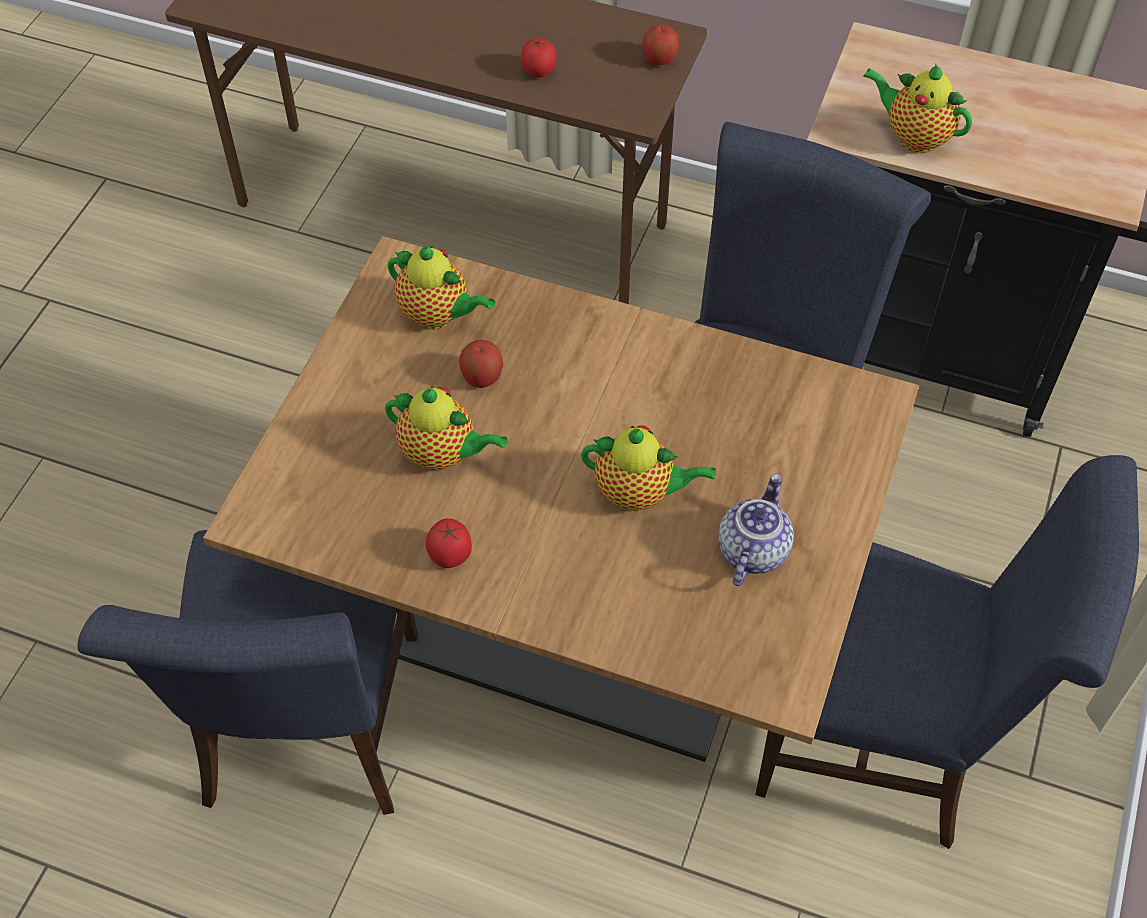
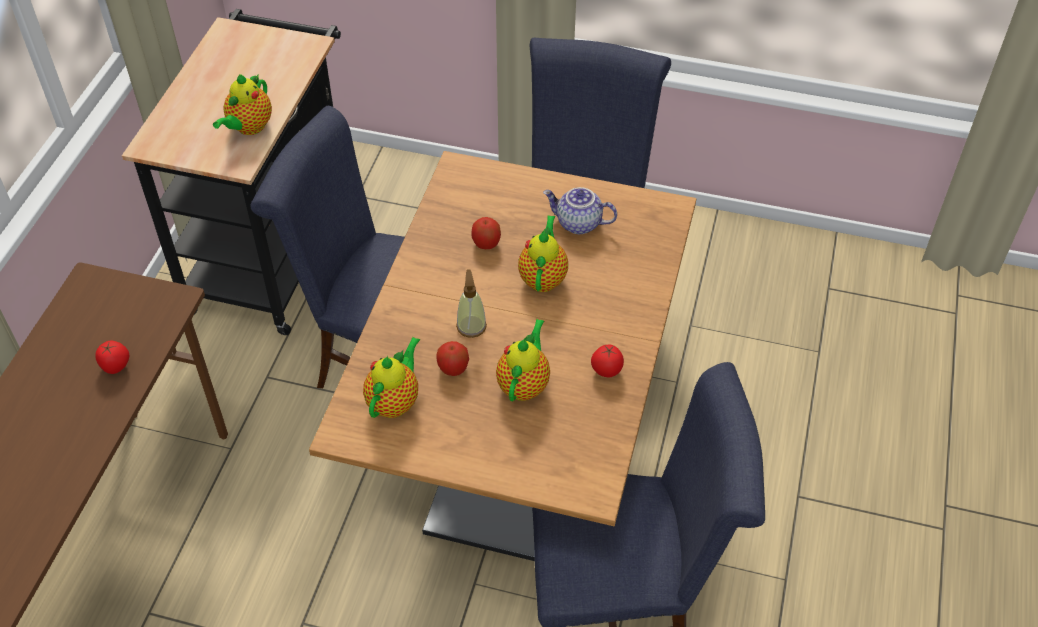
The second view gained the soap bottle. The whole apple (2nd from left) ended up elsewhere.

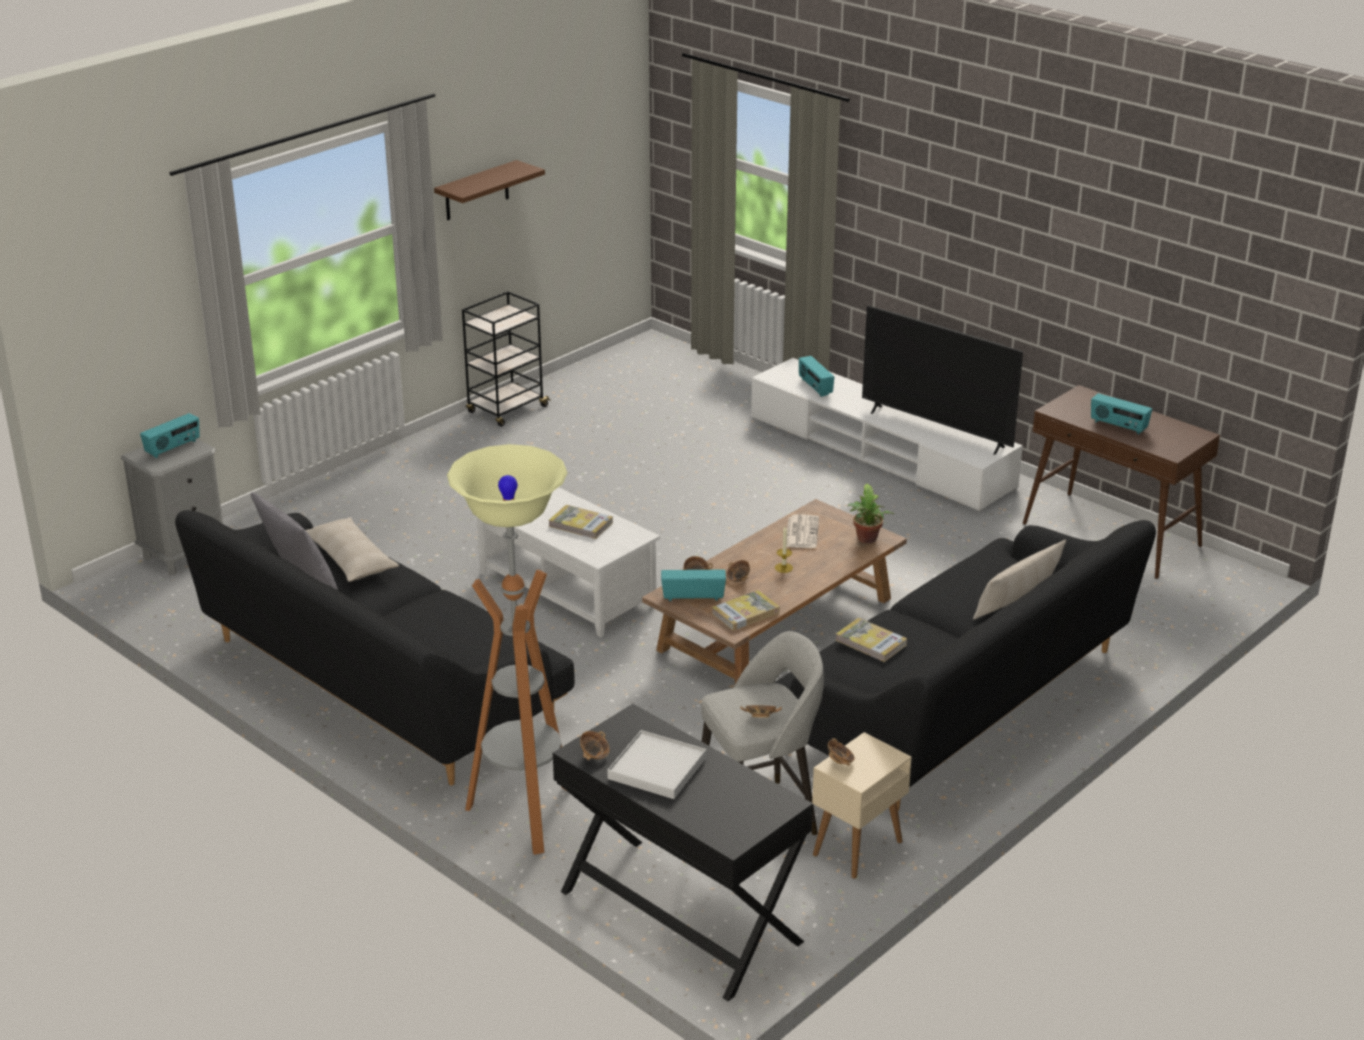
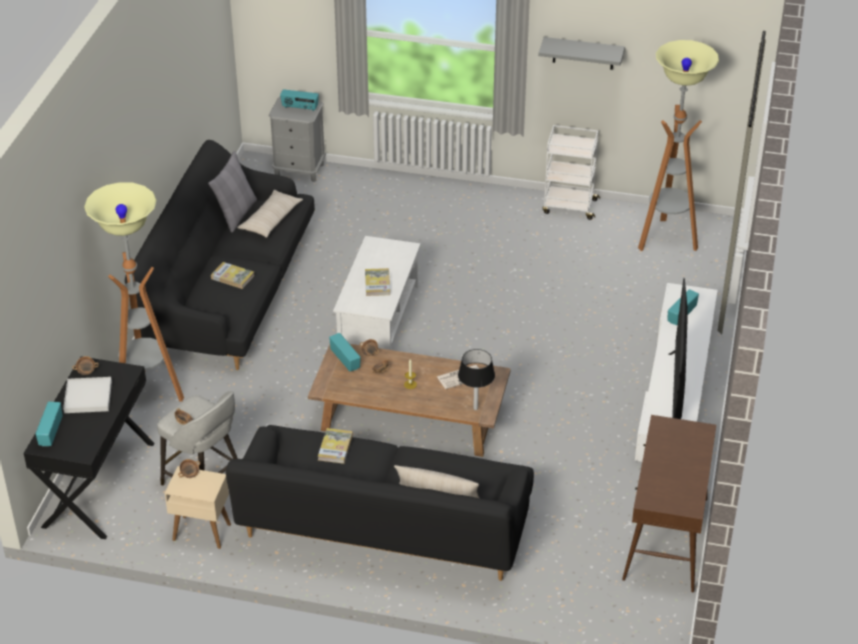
The radio set (4th from left in the first image) ended up elsewhere. The book (2nd from left in the first image) ended up elsewhere. Where the houseplant stood, the blackish table lamp came to stand. What was the brownish wall shelf turned into the gray wall shelf. What was the blackish trolley turned into the whitish trolley. The second view gained the standing lamp (2nd from left).

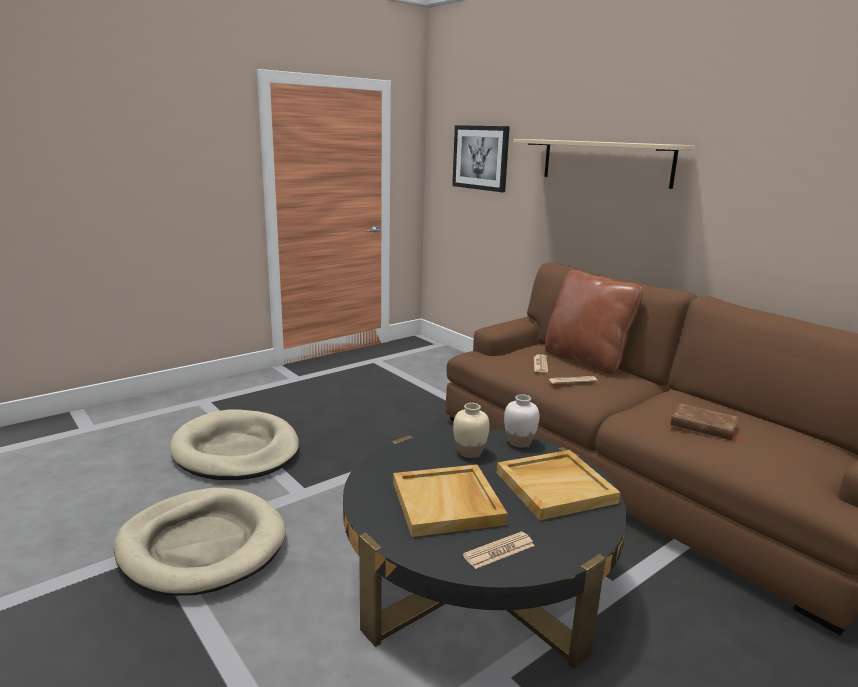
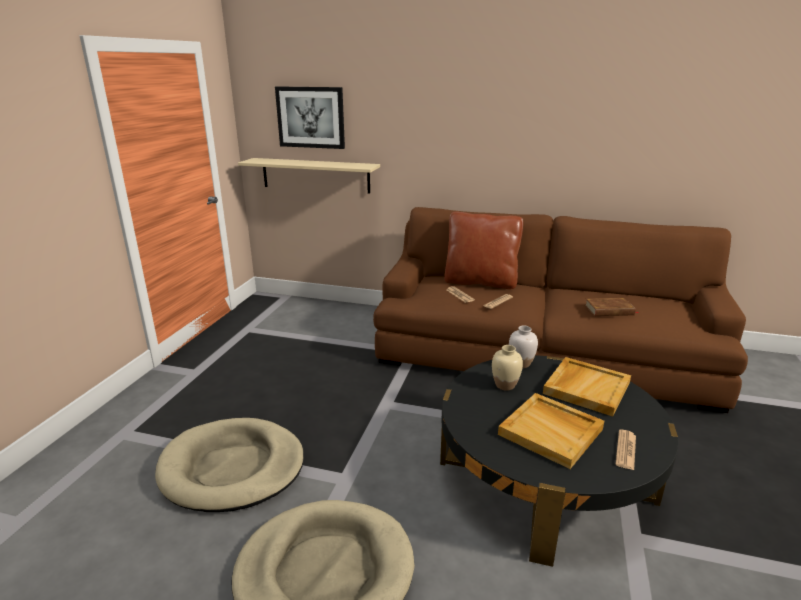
The sand-coloured wall shelf ended up elsewhere.

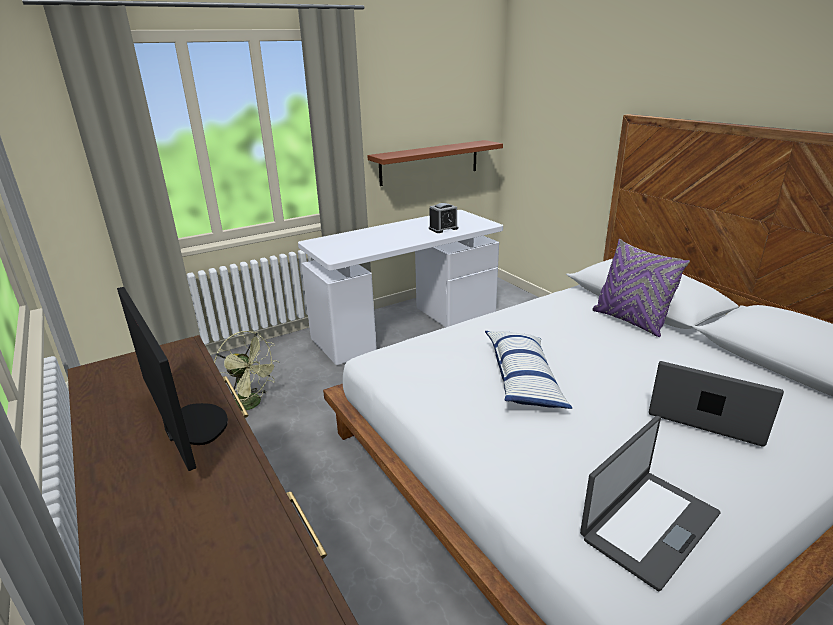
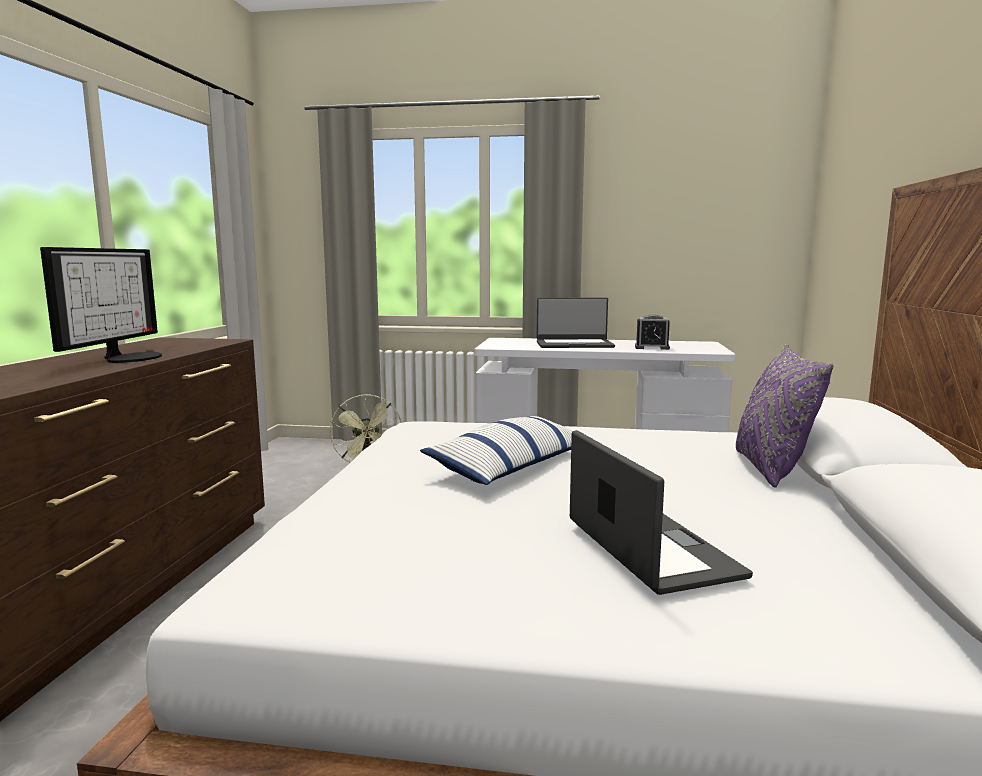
The notebook computer (1st from left) ended up elsewhere. The second view lost the brownish wall shelf.

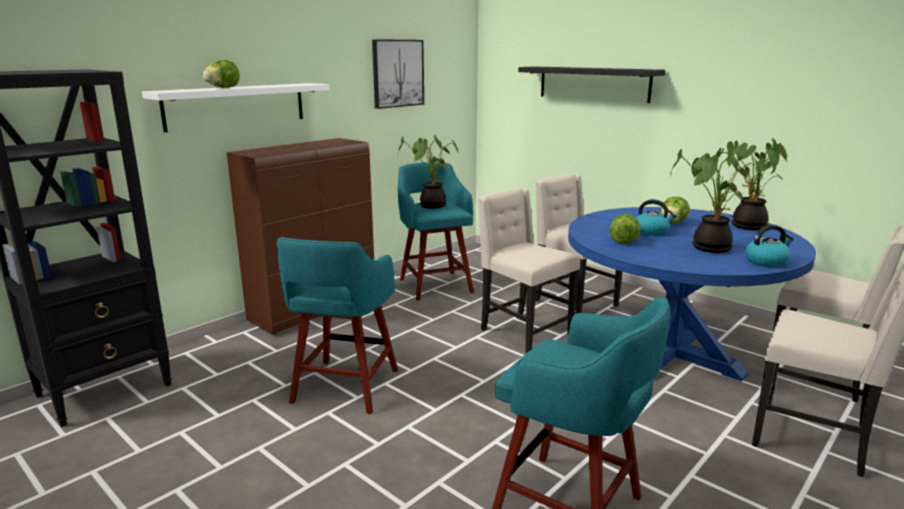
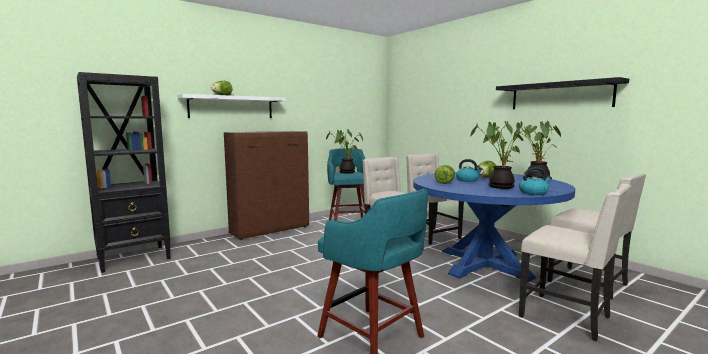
The blackish wall shelf ended up elsewhere. The second view lost the turquoise-coloured stool (1st from left). The second view lost the wall art.

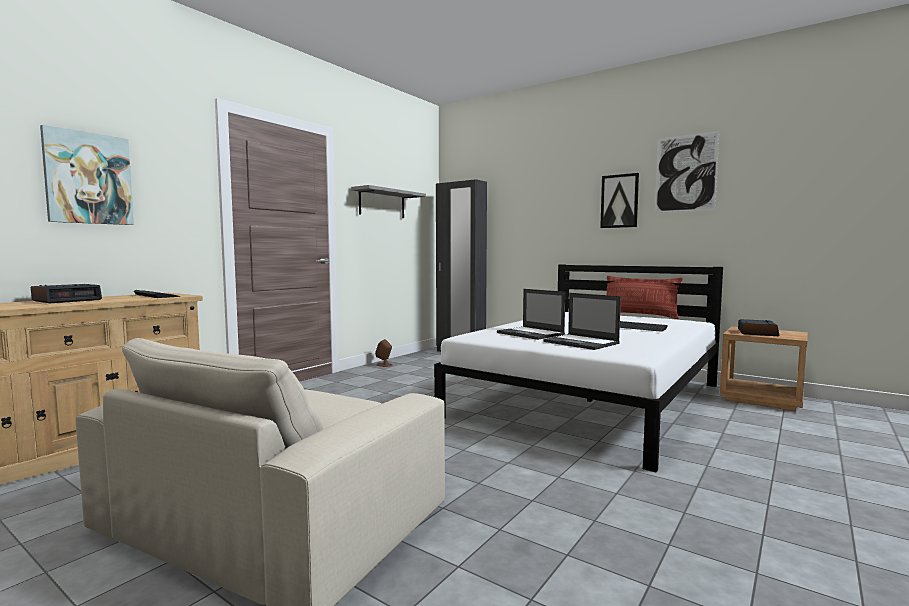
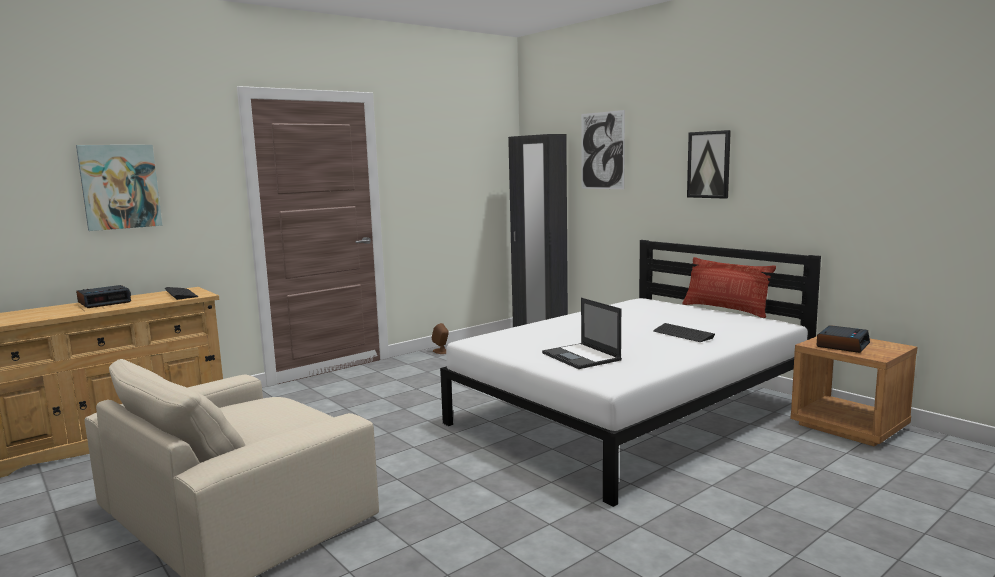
The wall art (3rd from left in the first image) ended up elsewhere. The second view lost the gray wall shelf. The second view lost the notebook computer (1st from left).

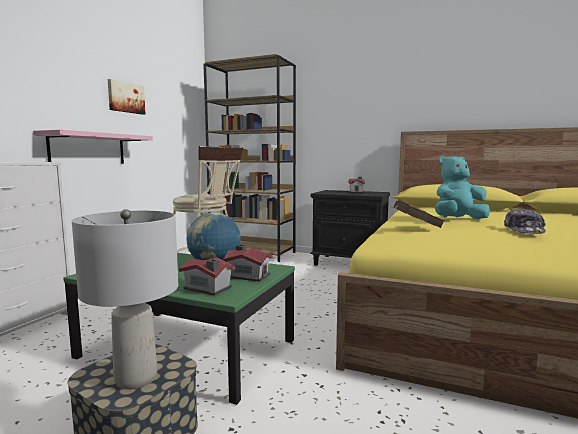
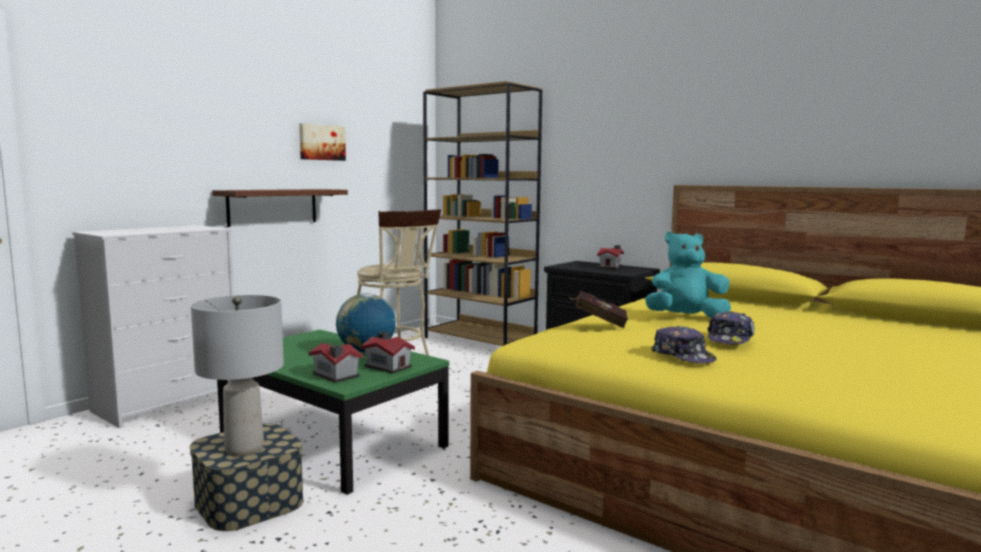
What was the pink-coloured wall shelf turned into the brownish wall shelf. The second view gained the peaked cap (1st from left).

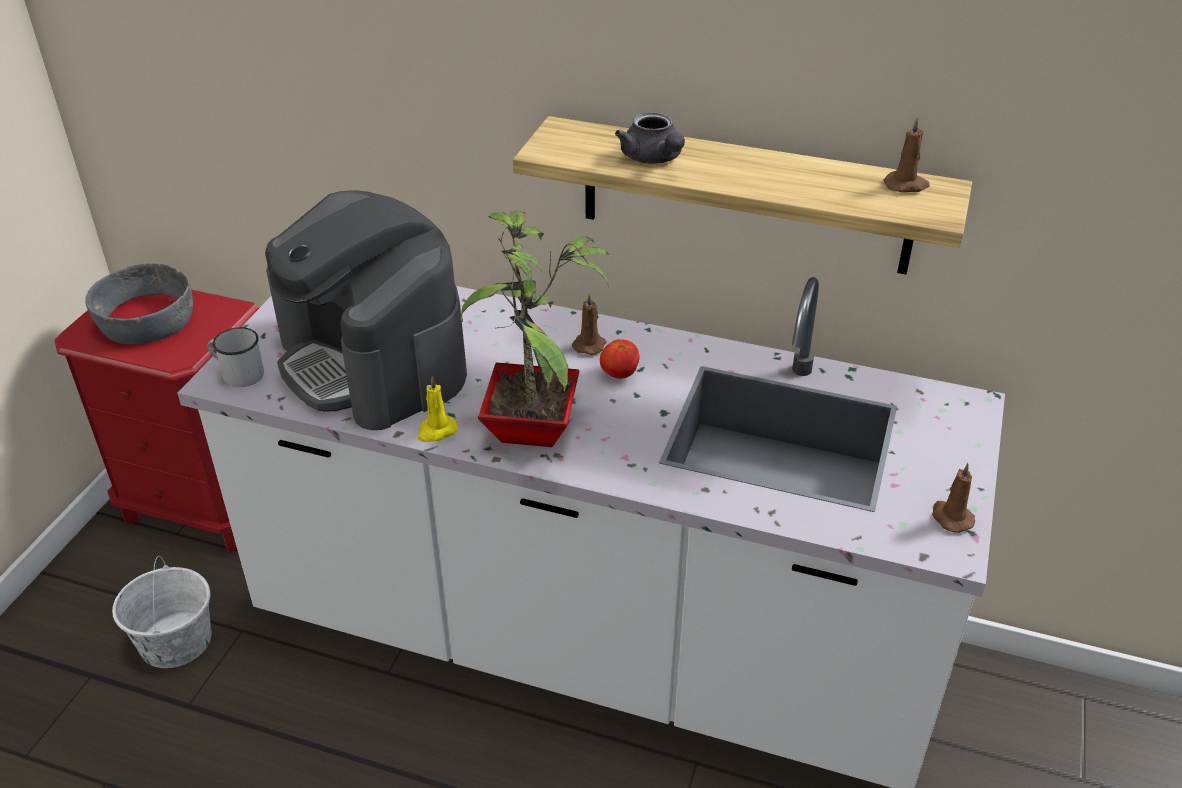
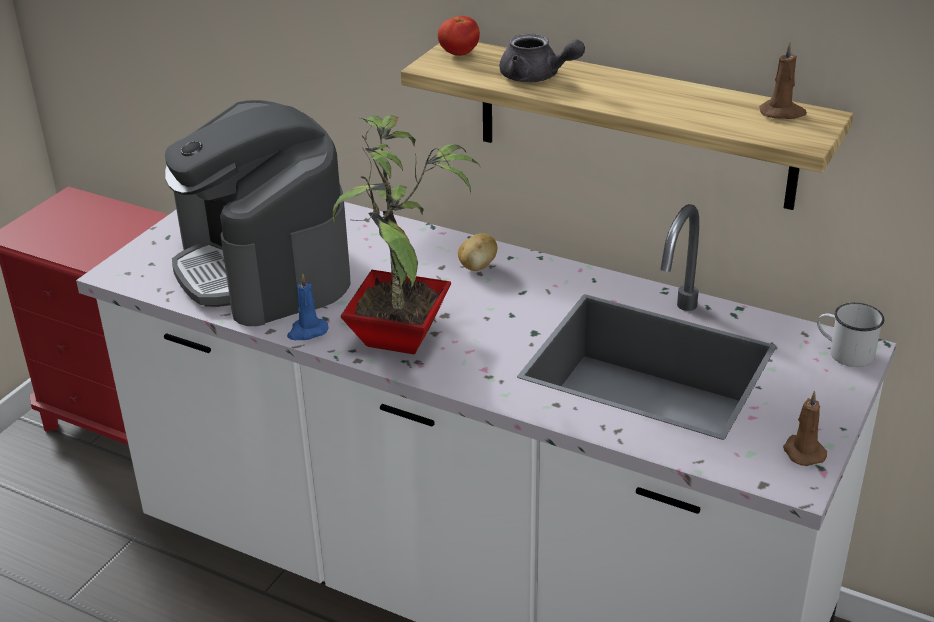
What was the yellow-coloured wax candle turned into the bluish wax candle. The whole tomato ended up elsewhere. Where the brownish wax candle (1st from left) stood, the whole potato came to stand. The gray teapot ended up facing another way, 45 degrees counterclockwise from before. The whitish coffee mug ended up elsewhere. The second view lost the gray bowl. The second view lost the whitish water bucket.

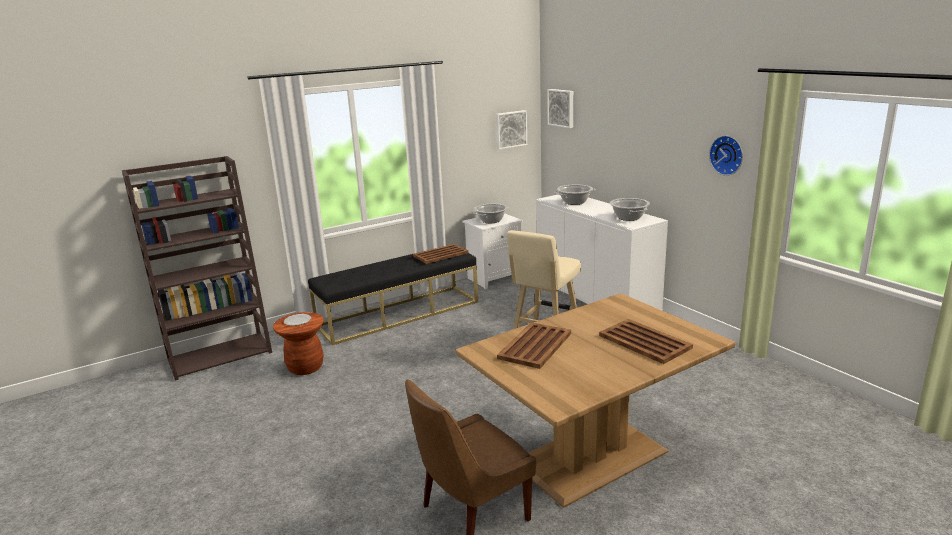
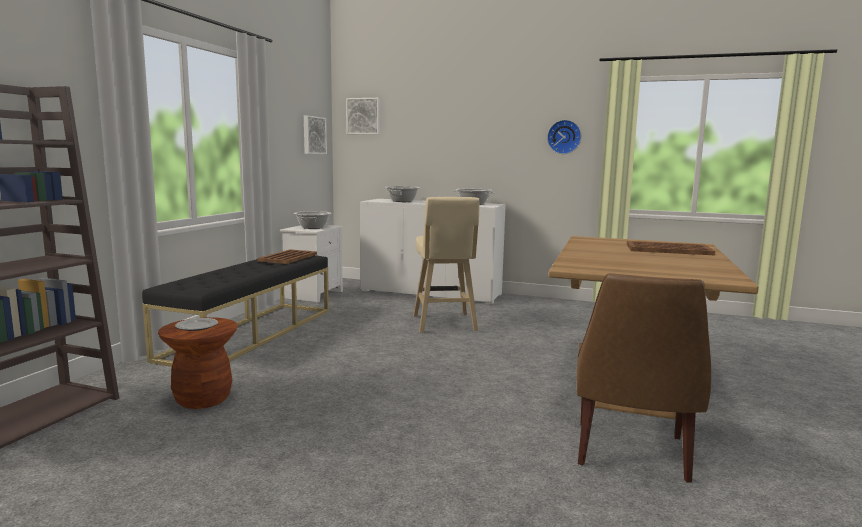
The second view lost the brownish serving tray (2nd from left).

